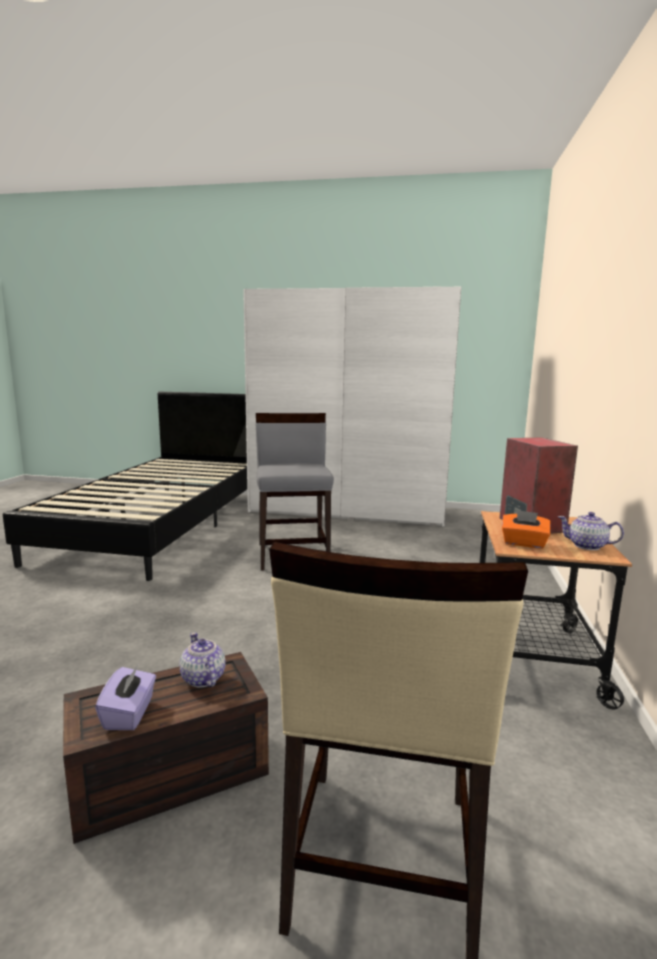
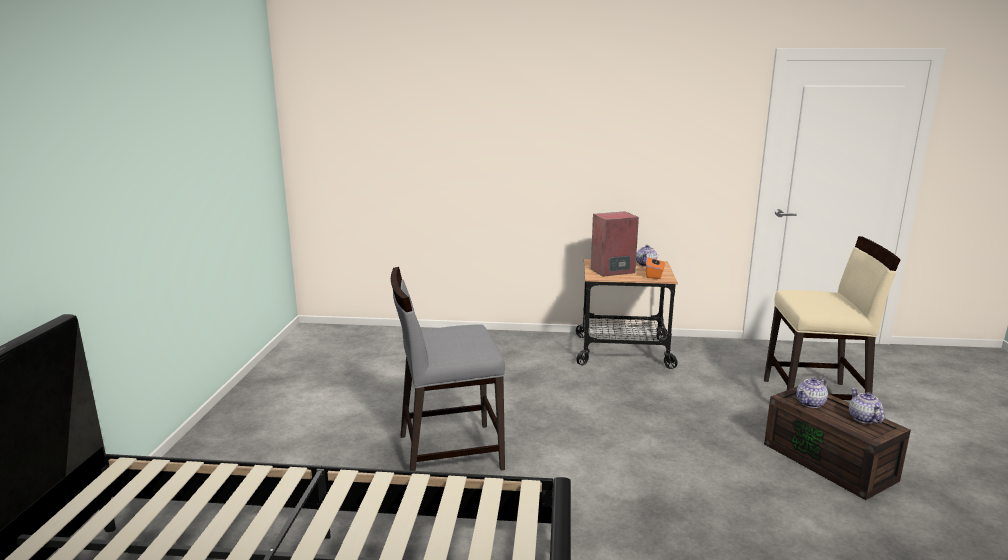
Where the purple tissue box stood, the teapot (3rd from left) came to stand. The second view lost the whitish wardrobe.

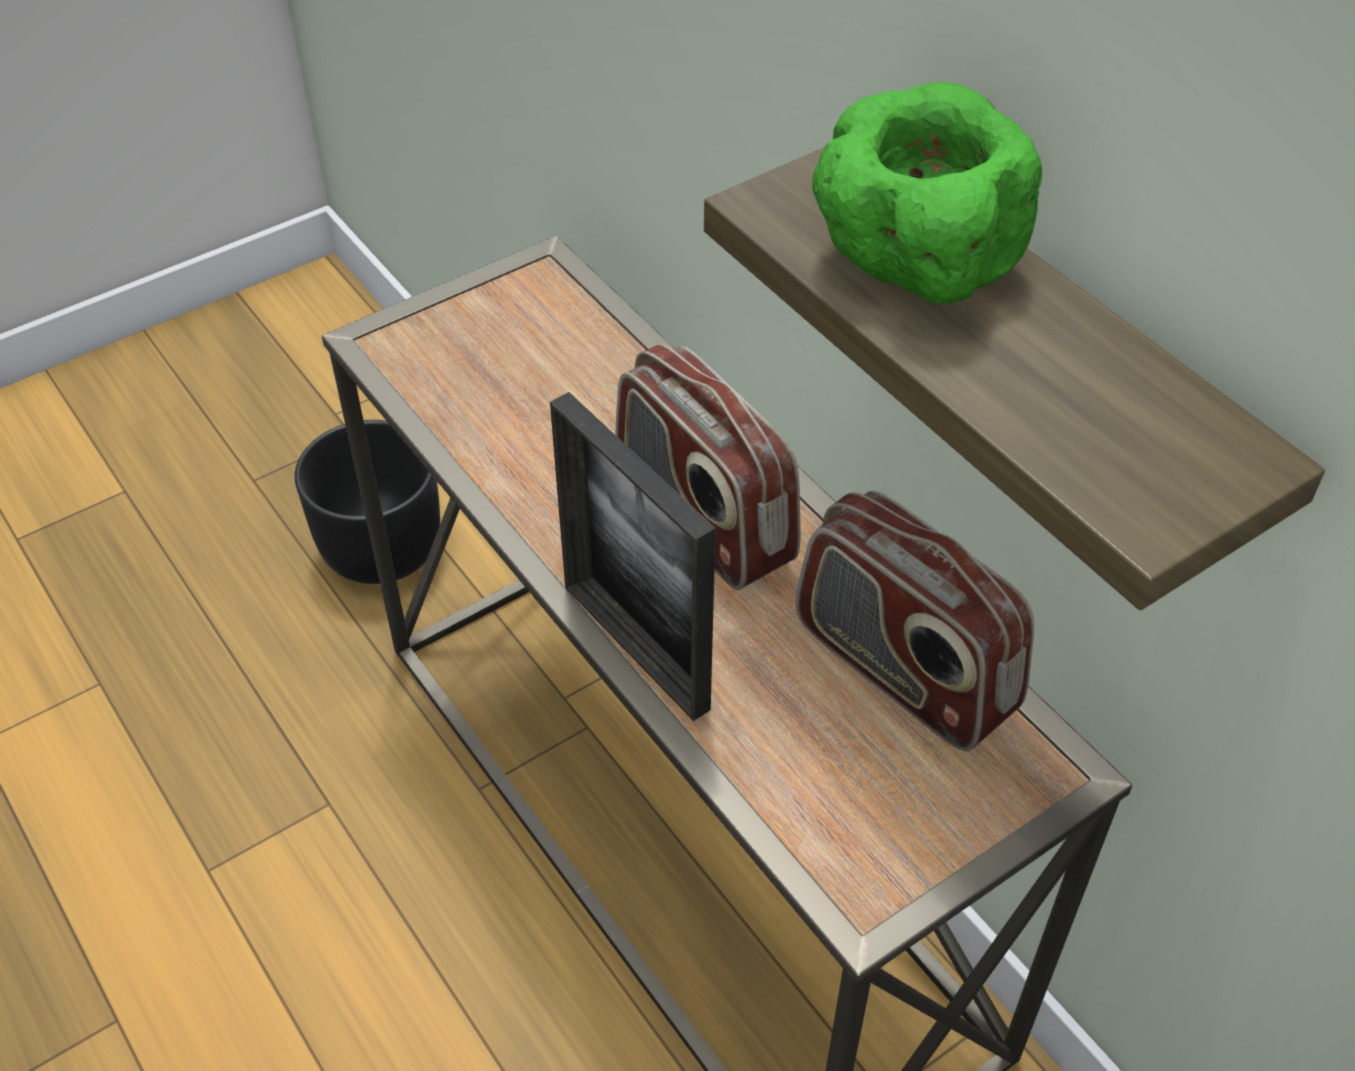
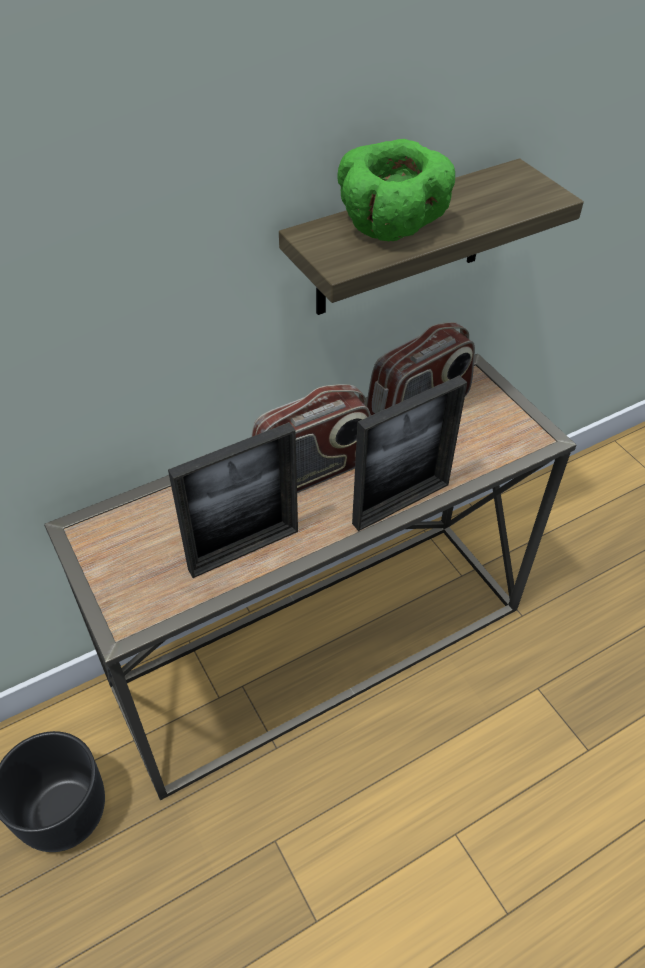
The second view gained the picture frame (1st from left).

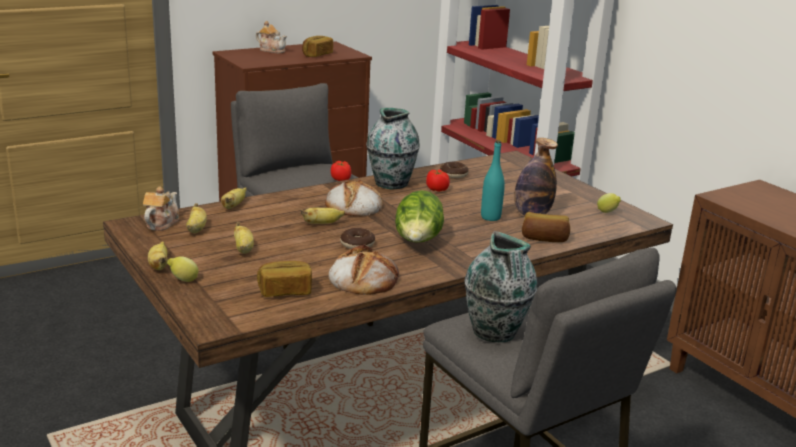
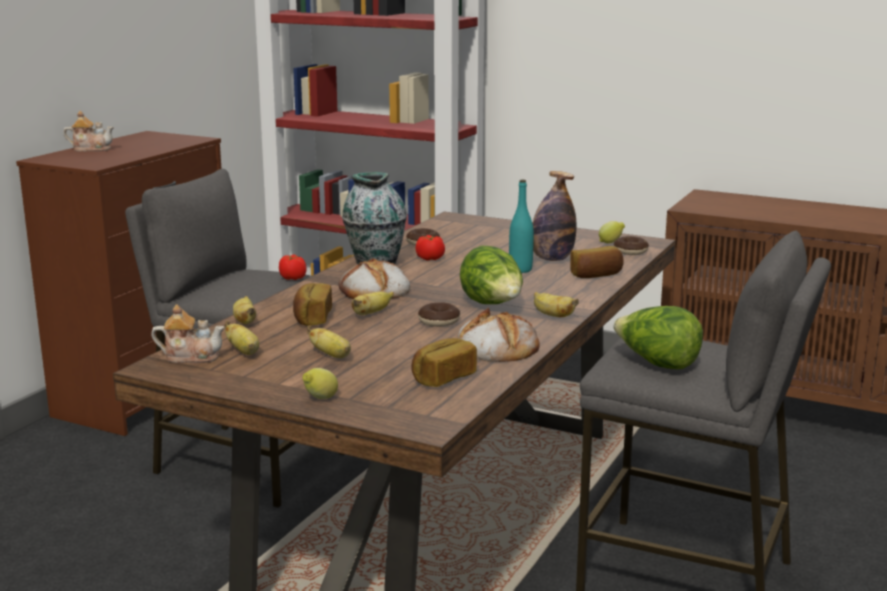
The teapot (1st from left in the first image) ended up facing another way, 105 degrees clockwise from before. The bakery bread (2nd from left in the first image) ended up elsewhere. The banana (1st from left in the first image) ended up elsewhere. Where the flower vase (2nd from left) stood, the lettuce (2nd from left) came to stand. The second view gained the donut (3rd from left).

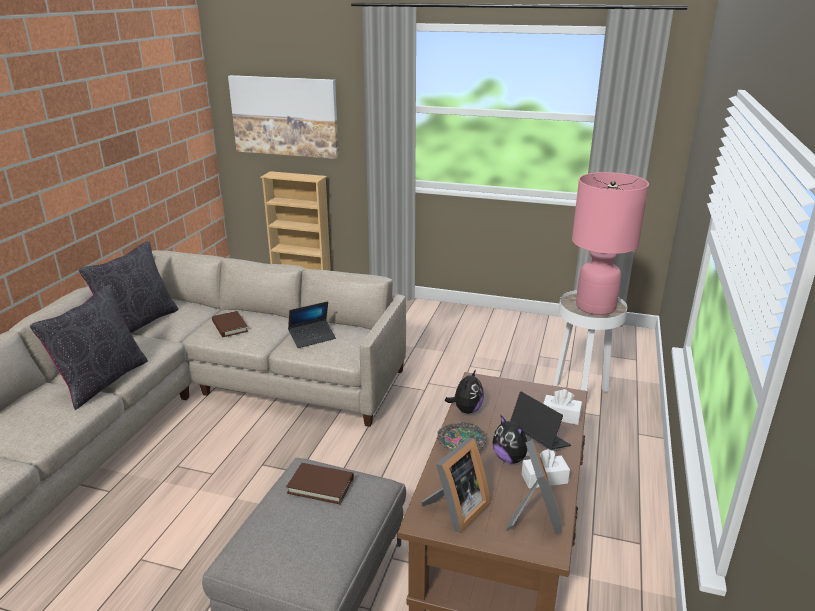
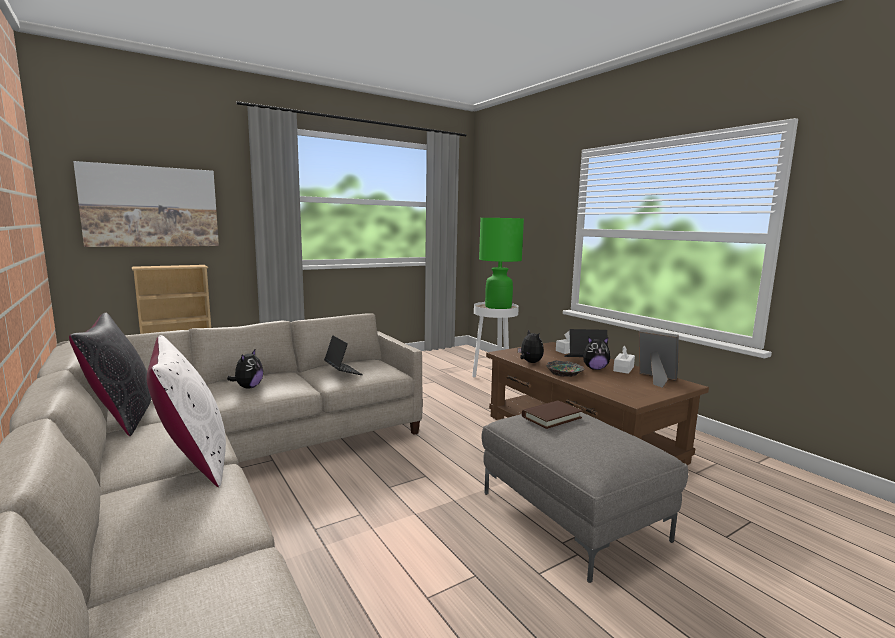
What was the blackish cushion (1st from left) turned into the whitish cushion. Where the brownish book (1st from left) stood, the cuddly toy (1st from left) came to stand. The notebook computer (1st from left) ended up facing another way, 45 degrees counterclockwise from before. What was the pink-coloured table lamp turned into the green-coloured table lamp. The second view lost the picture frame (1st from left).

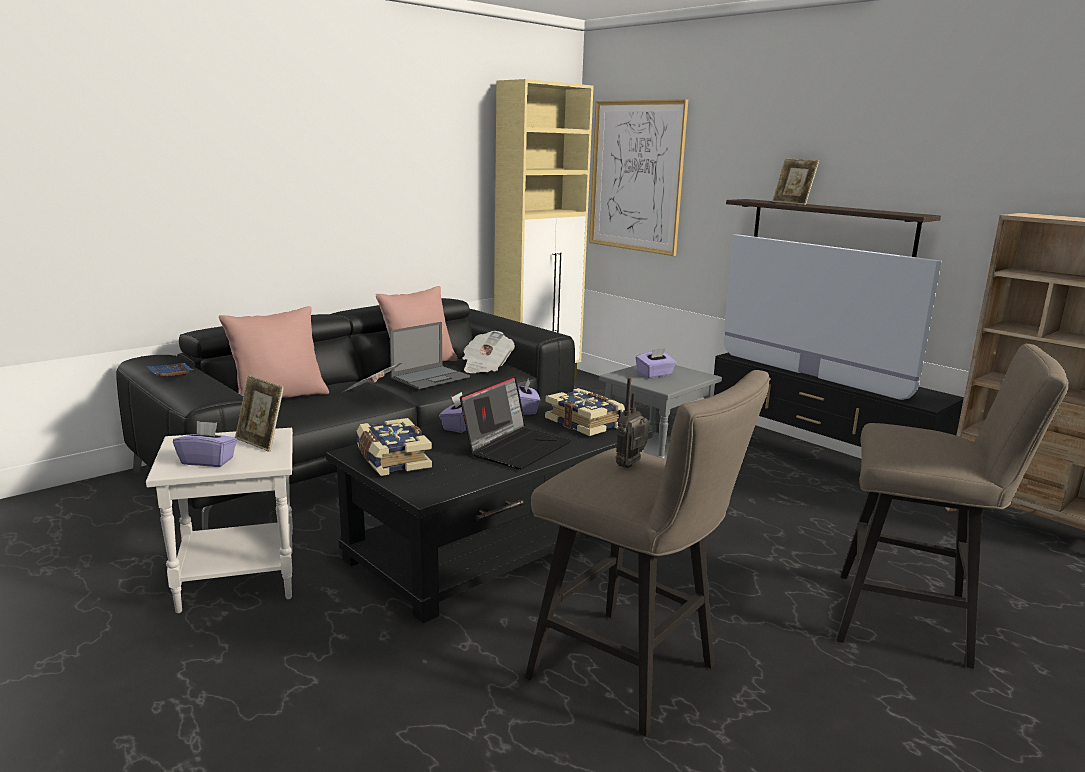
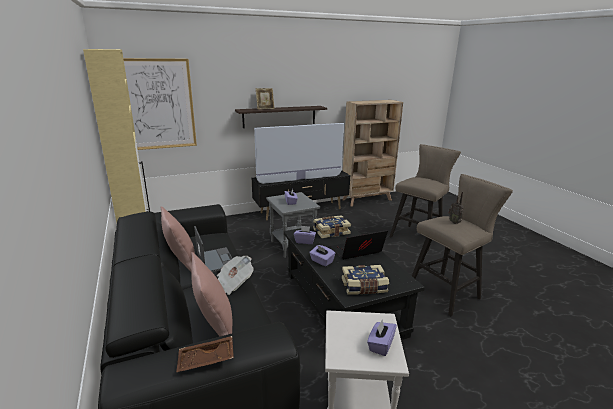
What was the bluish serving tray turned into the brownish serving tray. The notebook computer (2nd from left) ended up facing another way, 75 degrees counterclockwise from before. The second view lost the picture frame (1st from left). The second view lost the daily paper (2nd from left).

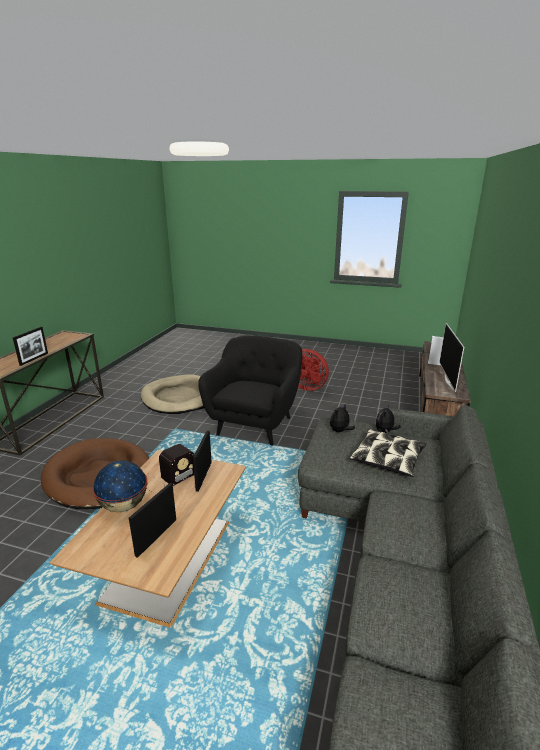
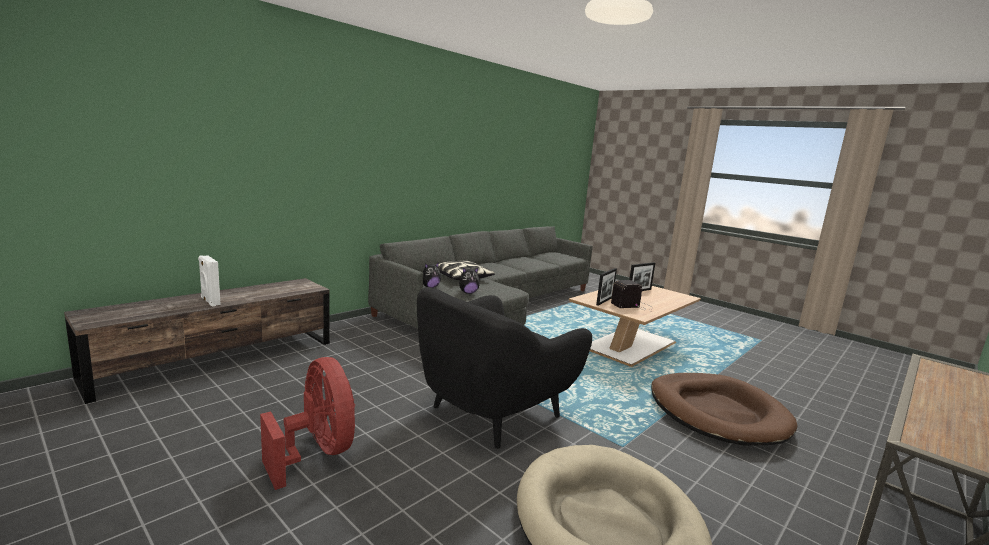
The second view lost the picture frame (1st from left). The second view lost the globe. The second view lost the television.

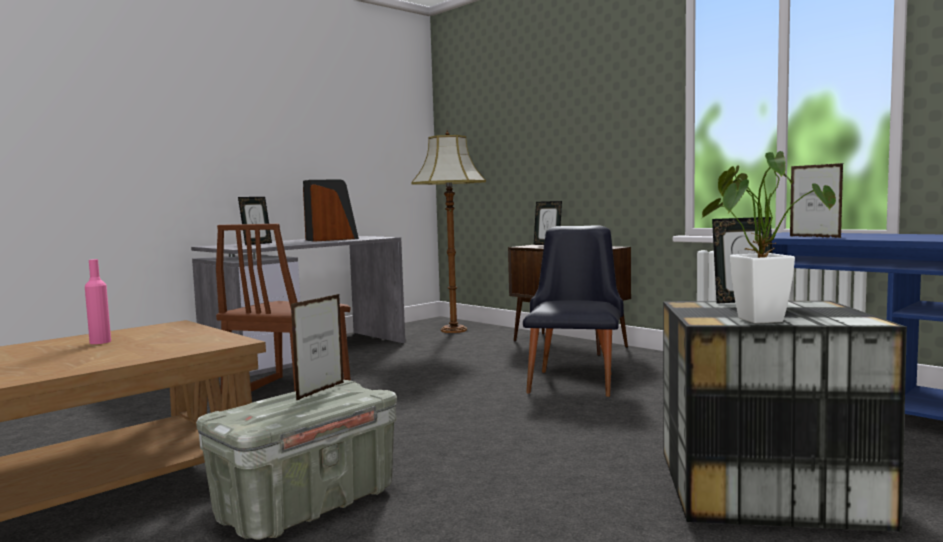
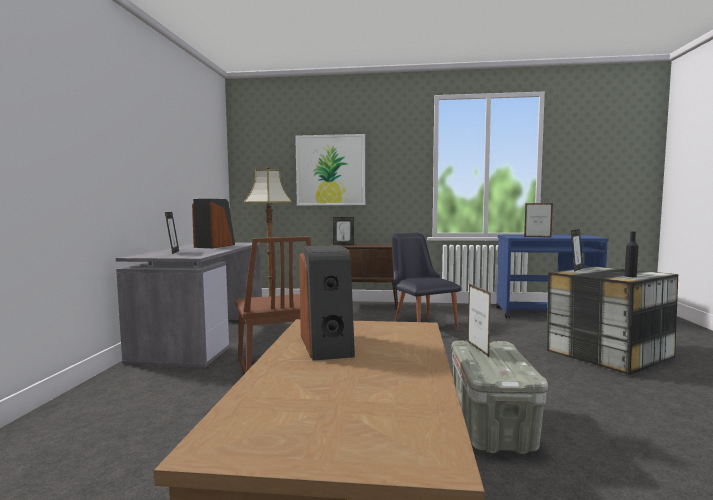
The second view gained the wall art. Where the pink-coloured bottle stood, the loudspeaker (2nd from left) came to stand. Where the houseplant stood, the blackish bottle came to stand.

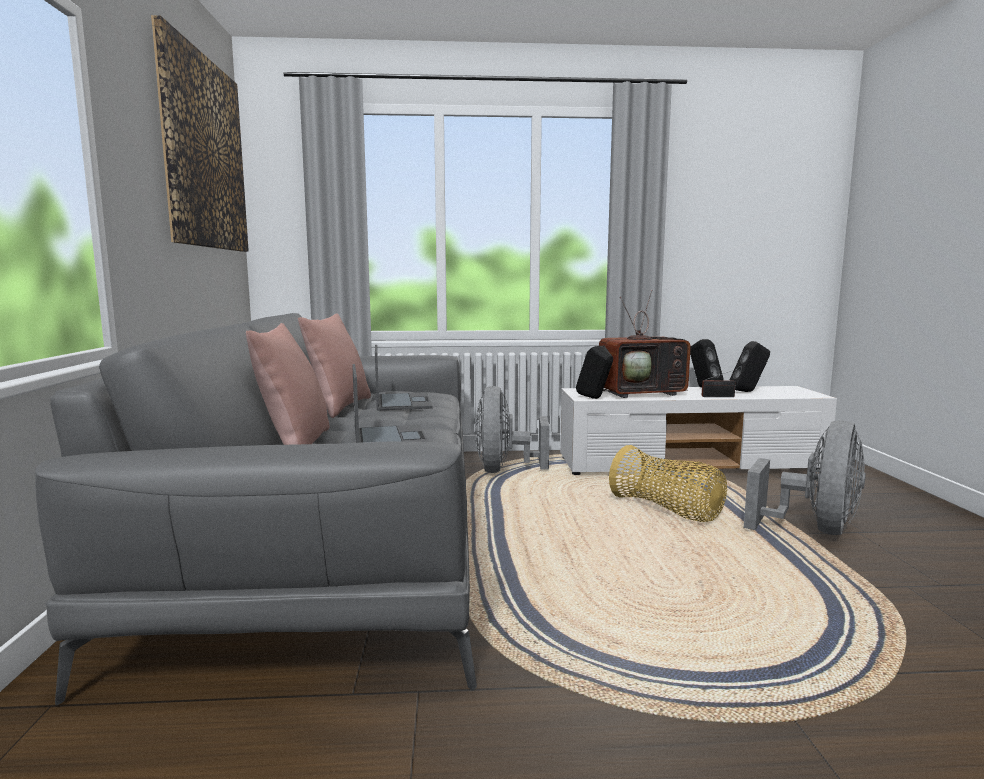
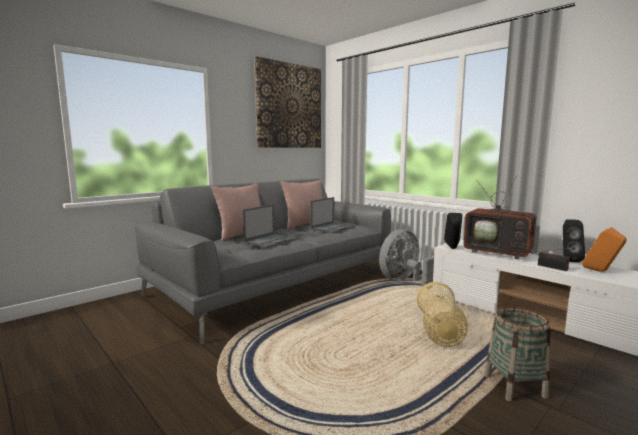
Where the gray electric fan (2nd from left) stood, the basket (2nd from left) came to stand. What was the blackish loudspeaker (3rd from left) turned into the orange loudspeaker.

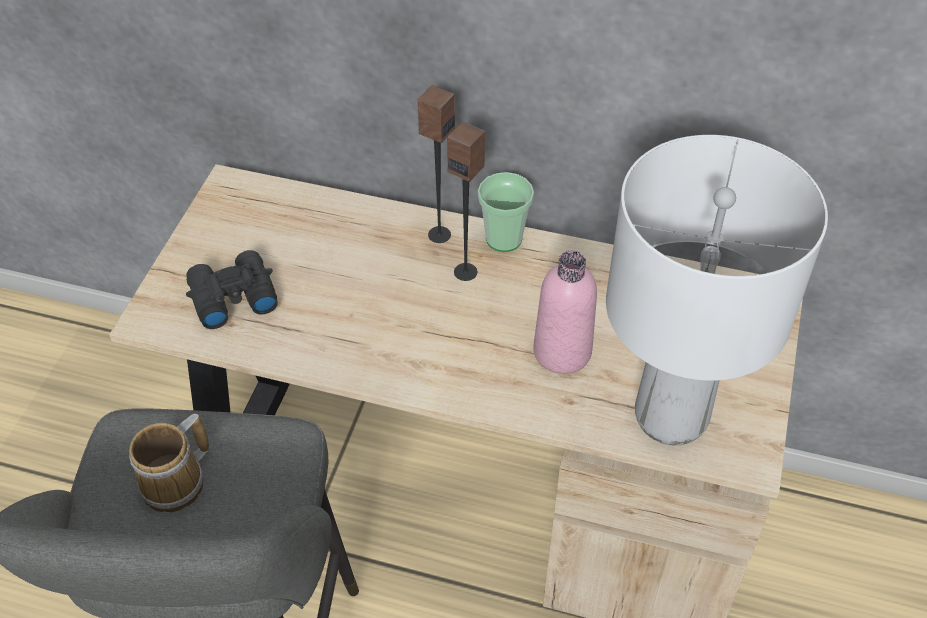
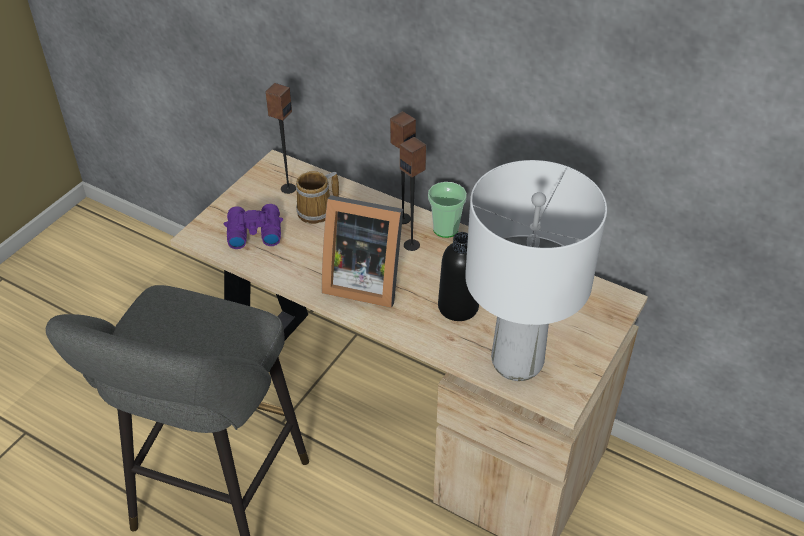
What was the blackish pair of binoculars turned into the purple pair of binoculars. The second view gained the loudspeaker (1st from left). The coffee mug ended up elsewhere. The second view gained the picture frame. What was the pink-coloured bottle turned into the blackish bottle.

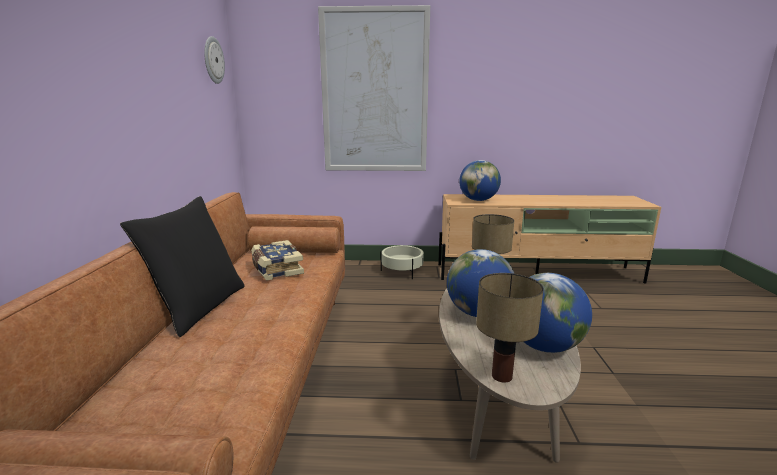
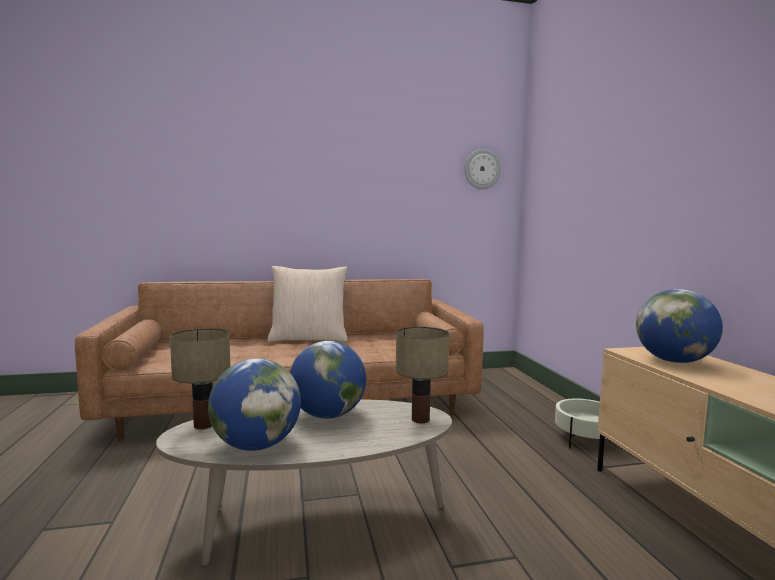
What was the blackish cushion turned into the sand-coloured cushion. The second view lost the book. The second view lost the wall art.

